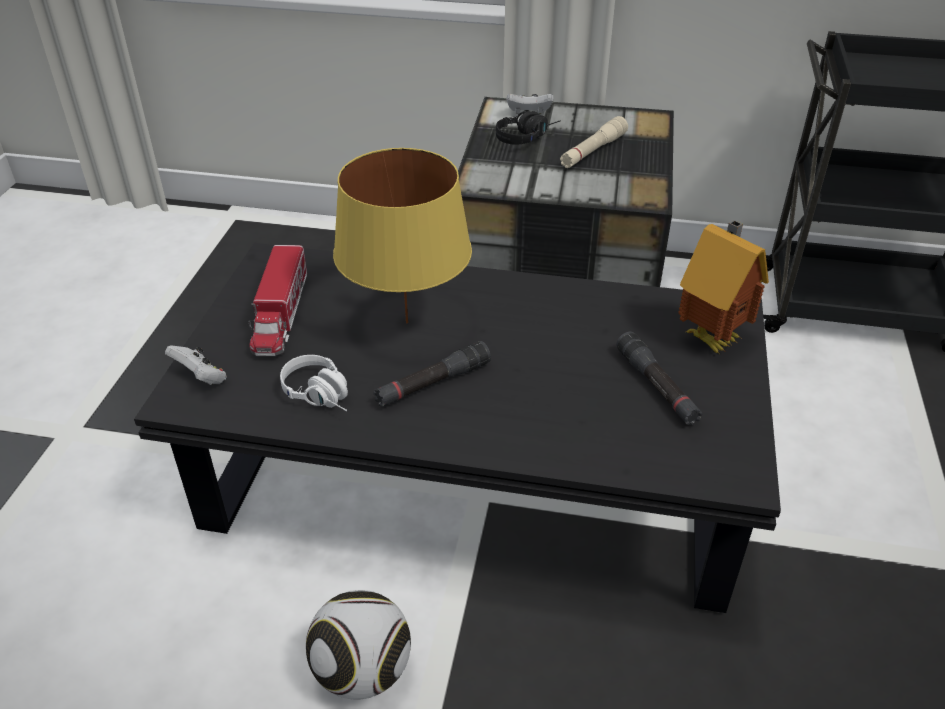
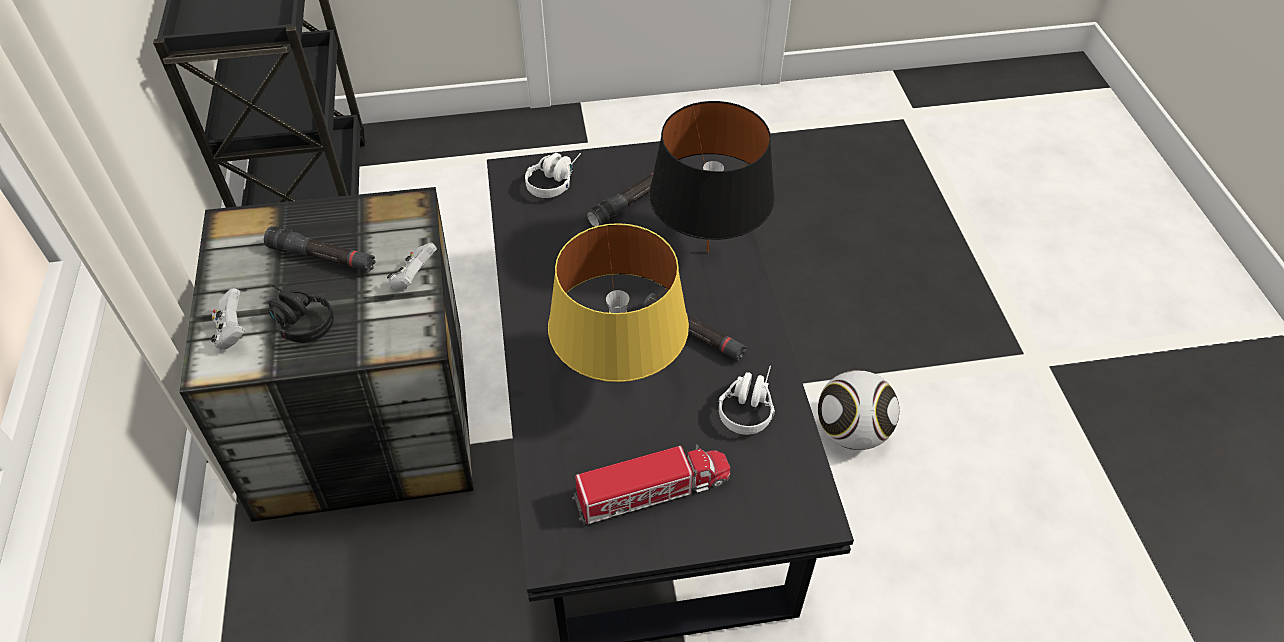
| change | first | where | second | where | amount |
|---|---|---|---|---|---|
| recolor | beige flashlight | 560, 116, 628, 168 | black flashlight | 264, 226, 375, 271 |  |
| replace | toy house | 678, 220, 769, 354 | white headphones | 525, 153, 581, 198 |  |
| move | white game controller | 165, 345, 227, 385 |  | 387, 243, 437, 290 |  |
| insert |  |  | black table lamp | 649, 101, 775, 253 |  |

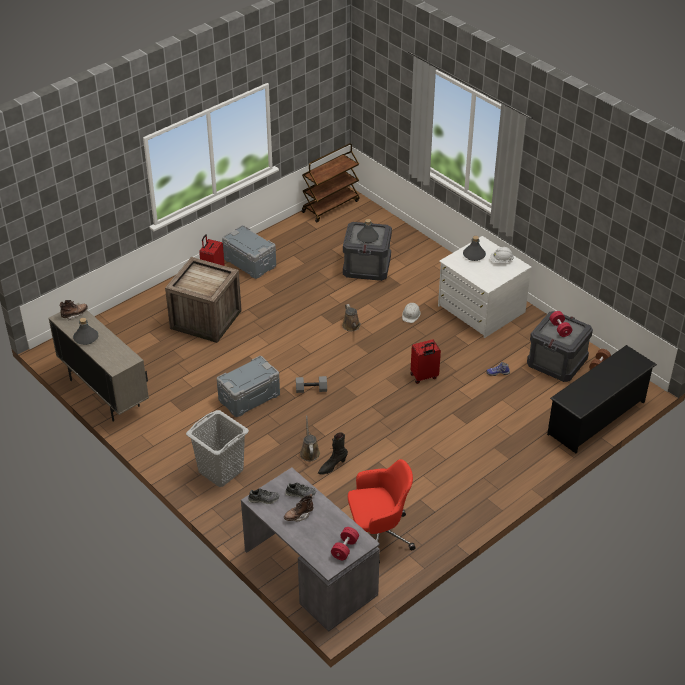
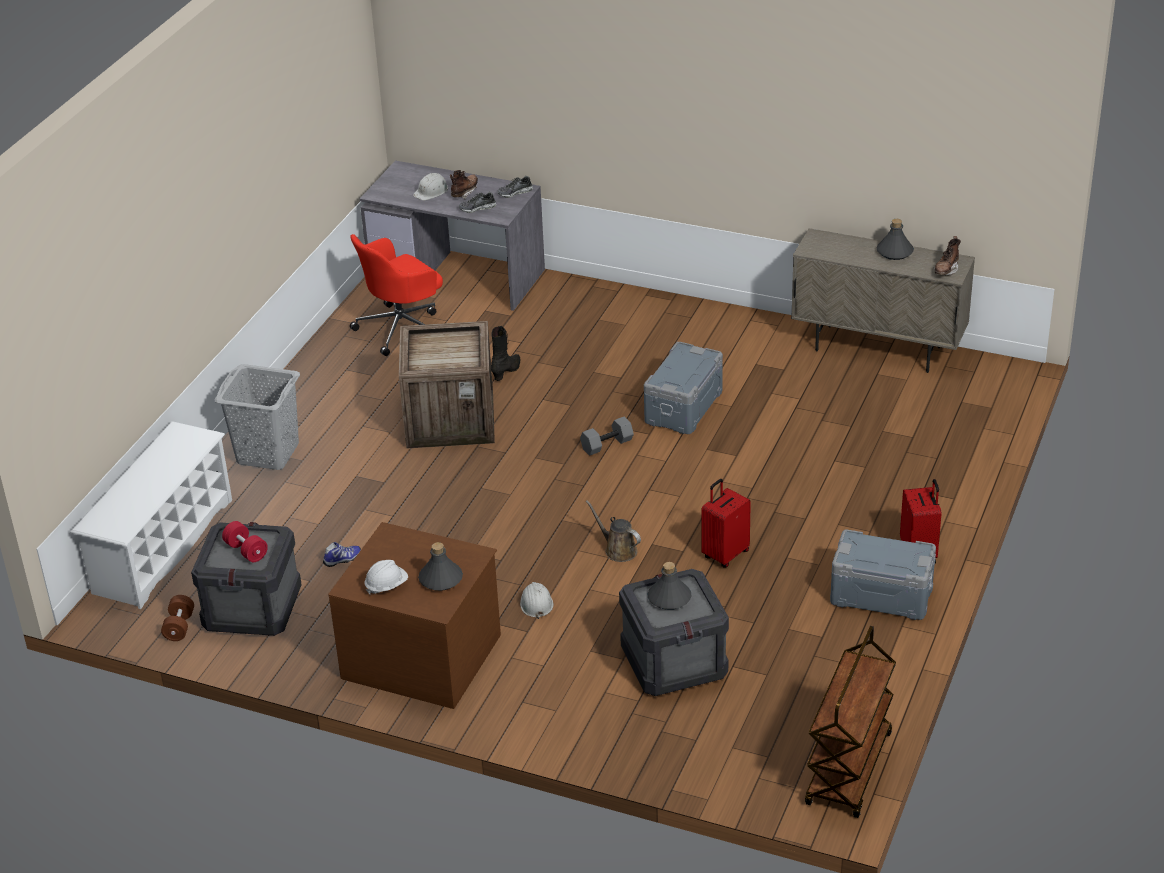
| change | first | where | second | where | amount |
|---|---|---|---|---|---|
| recolor | white dresser | 438, 236, 531, 338 | brown dresser | 328, 522, 501, 709 |  |
| move | crate | 165, 257, 242, 343 |  | 399, 321, 495, 449 |  |
| move | red suitcase | 410, 339, 441, 384 |  | 702, 479, 751, 568 |  |
| recolor | black shoe rack | 547, 345, 657, 453 | white shoe rack | 70, 421, 232, 609 |  |
| move | grey laundry basket | 186, 410, 249, 487 |  | 215, 364, 300, 470 |  |
| delete | brown watering can | 300, 415, 320, 461 |  |  |  |
| delete | red dumbbell | 331, 527, 359, 560 |  |  |  |
| insert |  |  | white hard hat | 413, 173, 448, 200 |  |

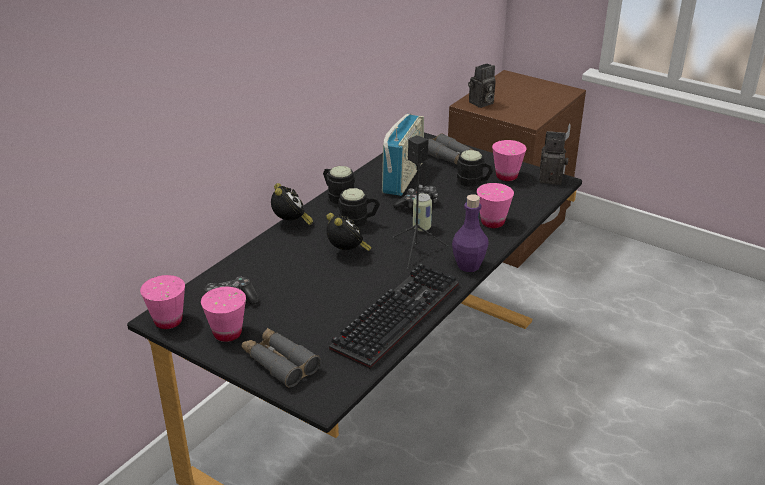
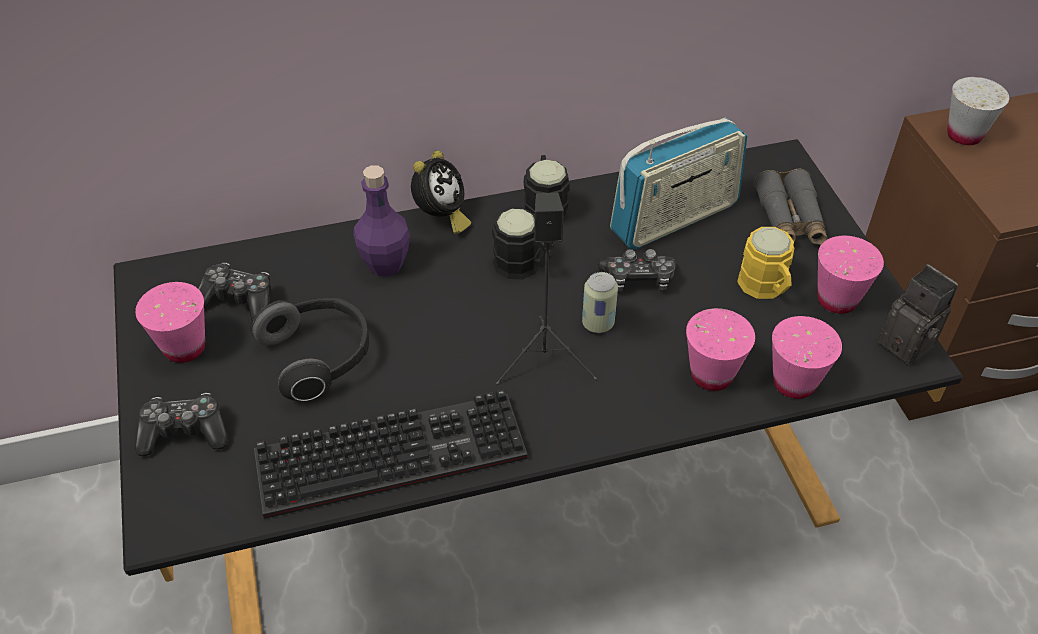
| change | first | where | second | where | amount |
|---|---|---|---|---|---|
| replace | photo camera | 468, 64, 496, 108 | white cup | 947, 77, 1009, 145 |  |
| recolor | black mug | 456, 150, 494, 190 | yellow mug | 737, 227, 795, 299 |  |
| move | purple bottle | 452, 194, 489, 272 |  | 353, 165, 410, 276 |  |
| delete | alarm clock | 326, 213, 372, 251 |  |  |  |
| move | pink cup | 140, 275, 185, 329 |  | 772, 316, 842, 399 |  |
| replace | grey binoculars | 241, 328, 321, 388 | game controller | 135, 393, 228, 456 |  |
| insert |  |  | headphones | 251, 298, 369, 401 |  |

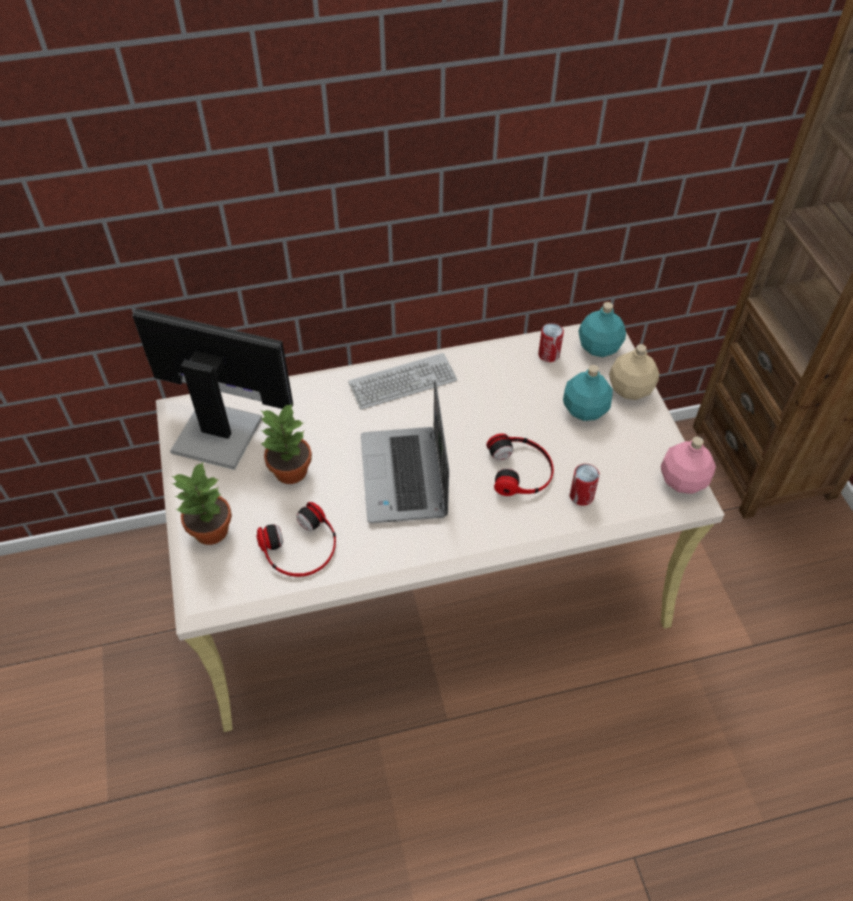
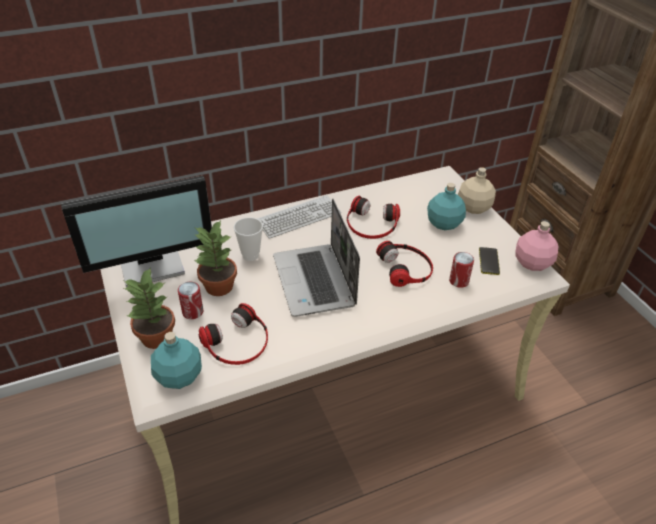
| change | first | where | second | where | amount |
|---|---|---|---|---|---|
| move | turquoise bottle | 578, 302, 626, 357 |  | 151, 332, 202, 389 |  |
| rotate | monitor | 132, 308, 293, 470 |  | 61, 176, 212, 288 | 150 degrees clockwise |
| move | can | 538, 323, 564, 362 |  | 178, 282, 204, 319 |  |
| insert |  |  | headphones | 347, 196, 400, 239 |  |
| insert |  |  | cup | 234, 217, 263, 261 |  |
| insert |  |  | phone | 479, 247, 500, 275 |  |

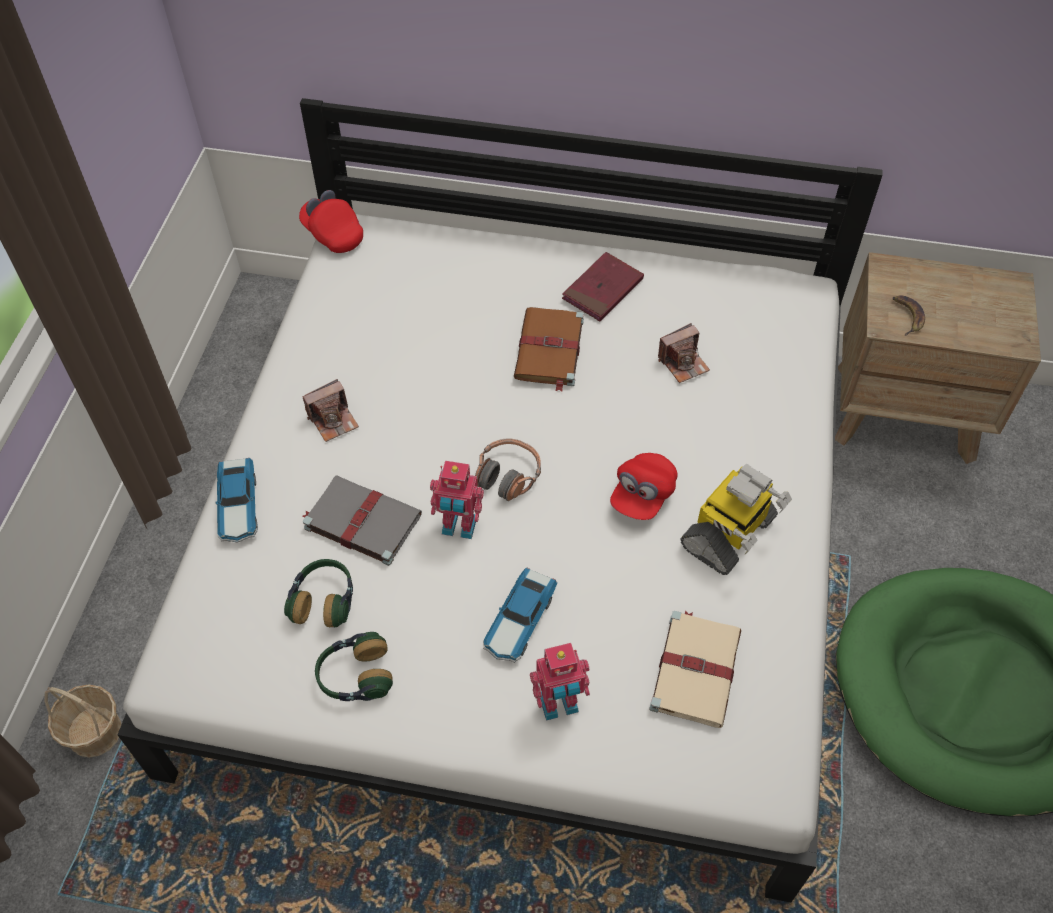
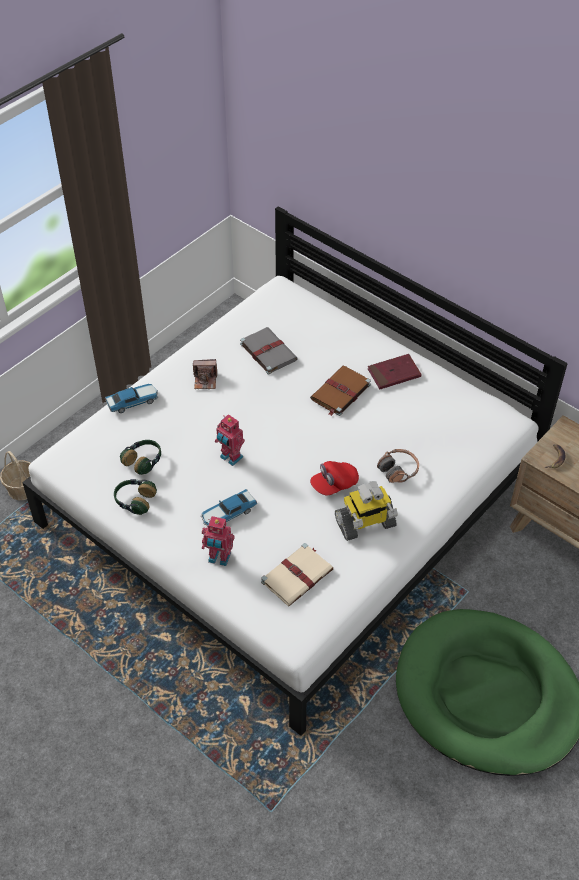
| change | first | where | second | where | amount |
|---|---|---|---|---|---|
| delete | red cap | 299, 190, 363, 253 |  |  |  |
| delete | photo camera | 658, 323, 710, 383 |  |  |  |
| move | headphones | 475, 438, 541, 501 |  | 377, 449, 419, 483 |  |
| rotate | toy car | 215, 458, 258, 543 |  | 105, 384, 158, 413 | 135 degrees counterclockwise |
| move | grey book | 303, 475, 422, 566 |  | 240, 327, 298, 375 |  |

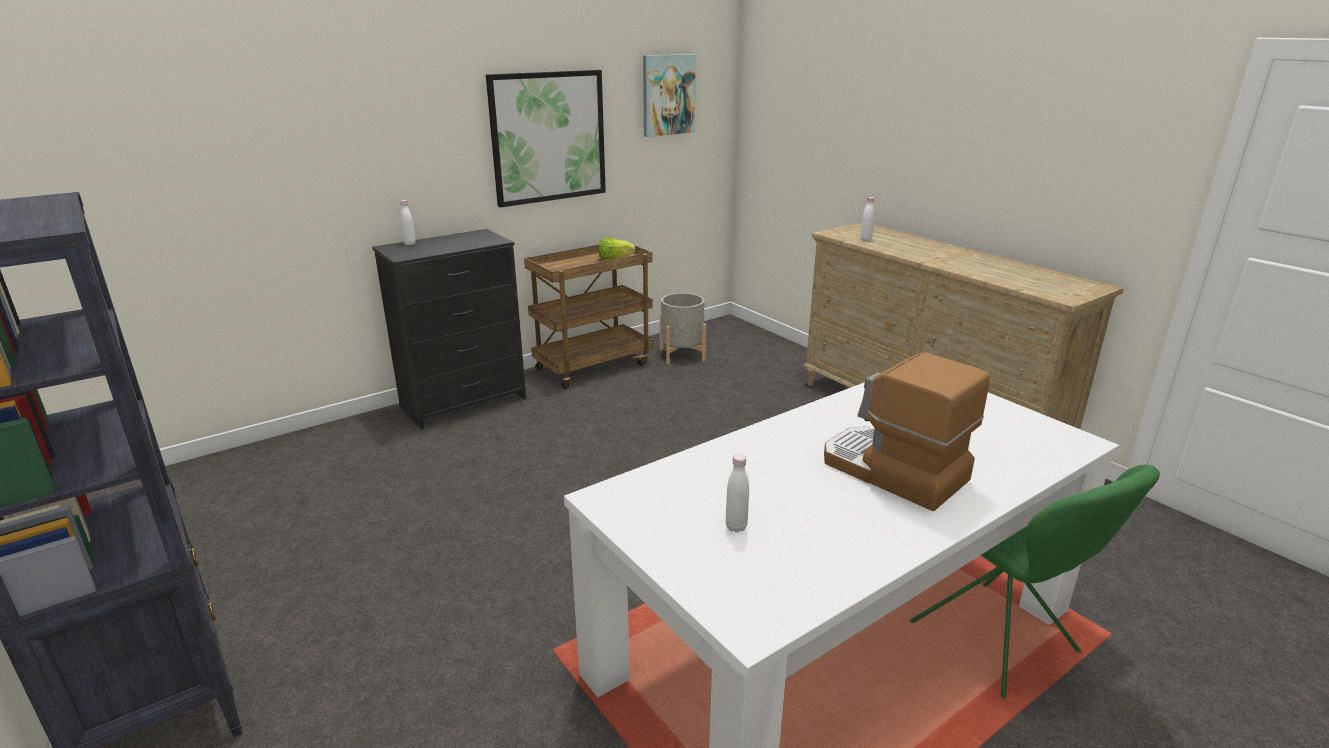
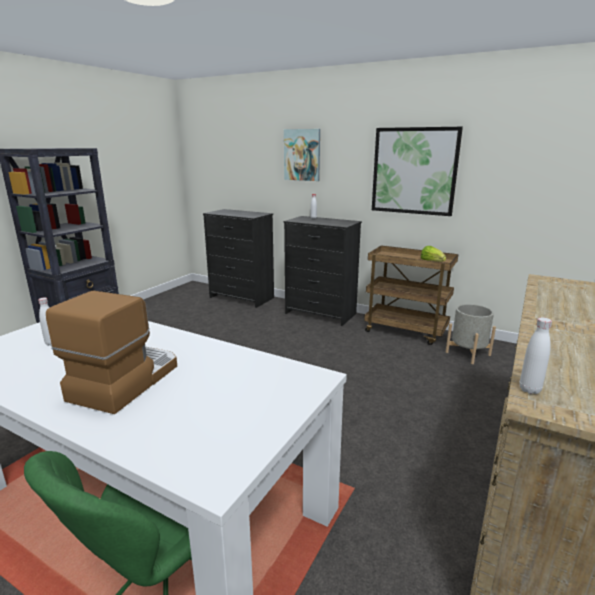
| change | first | where | second | where | amount |
|---|---|---|---|---|---|
| move | picture | 643, 54, 696, 137 |  | 284, 129, 320, 181 |  |
| move | white bottle | 860, 197, 874, 241 |  | 520, 317, 552, 394 |  |
| insert |  |  | black dresser | 203, 209, 274, 308 |  |

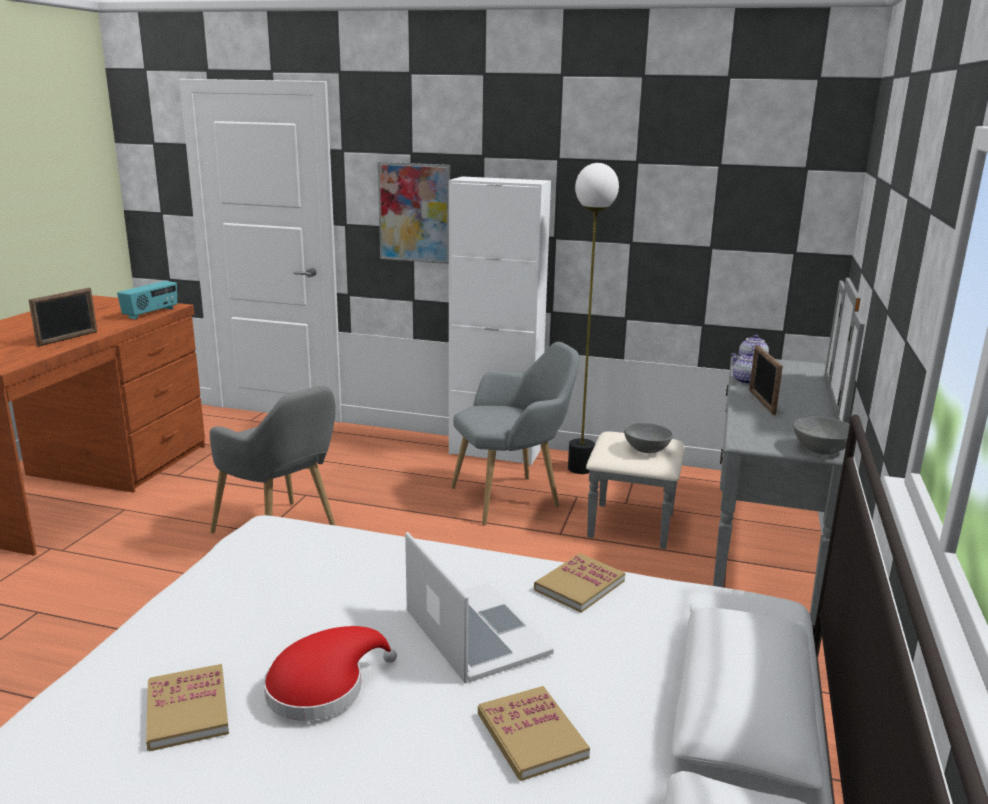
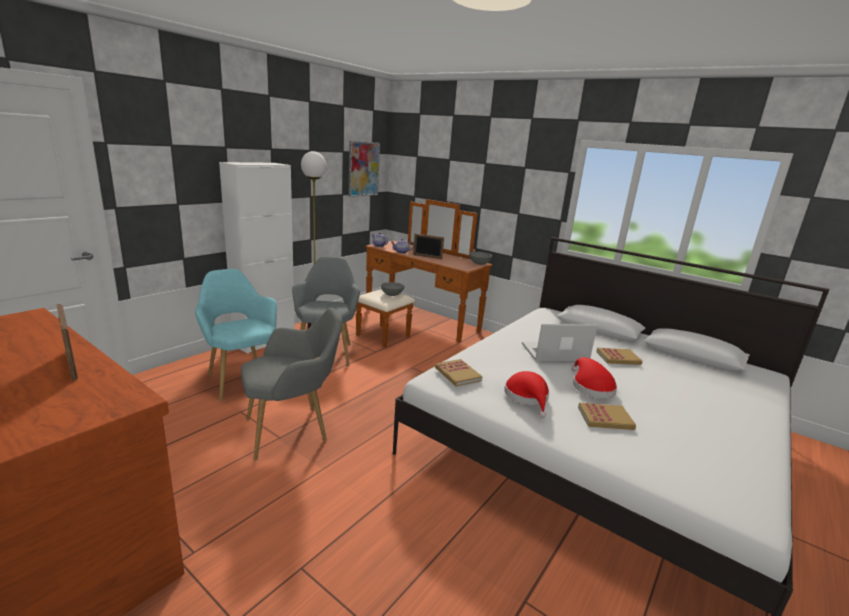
| change | first | where | second | where | amount |
|---|---|---|---|---|---|
| move | picture | 377, 162, 451, 264 |  | 348, 141, 380, 197 |  |
| recolor | grey dresser | 586, 278, 865, 625 | brown dresser | 356, 199, 492, 347 |  |
| delete | radio | 117, 281, 177, 320 |  |  |  |
| move | book | 534, 553, 625, 613 |  | 435, 359, 483, 386 |  |
| insert |  |  | turquoise armchair | 195, 269, 277, 402 |  |
| insert |  |  | red hat | 504, 371, 550, 418 |  |

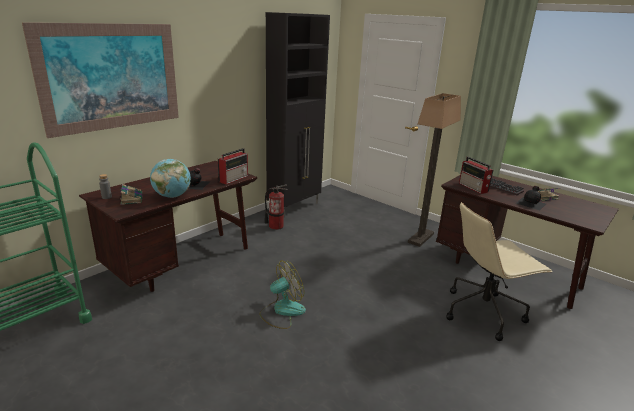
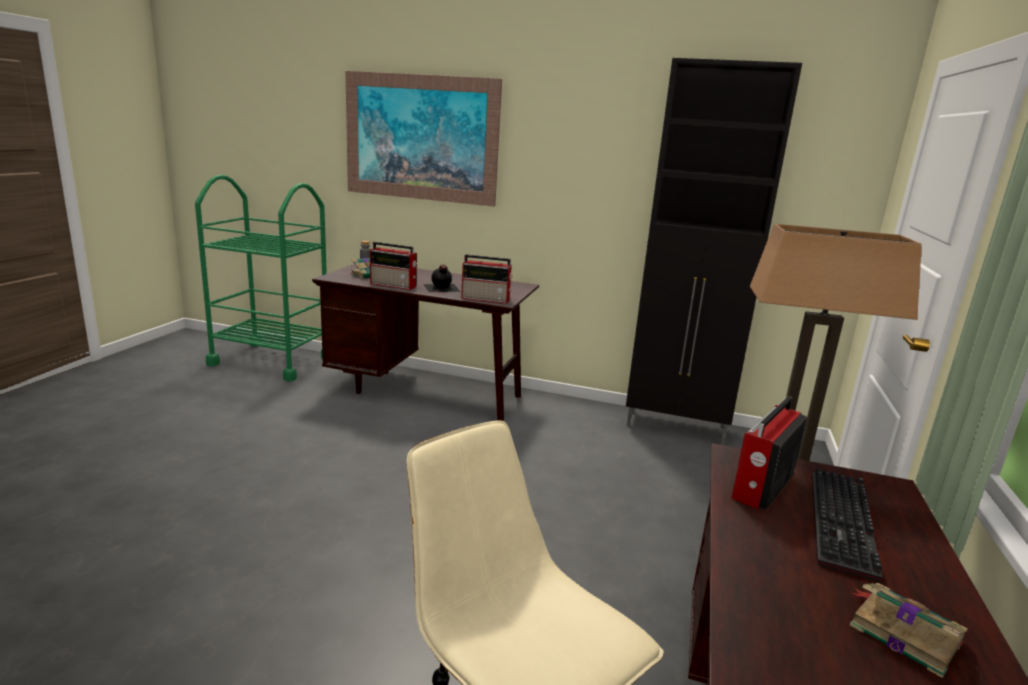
| change | first | where | second | where | amount |
|---|---|---|---|---|---|
| replace | globe | 150, 159, 191, 198 | radio | 370, 242, 417, 290 |  |
| delete | fire extinguisher | 265, 184, 287, 230 |  |  |  |
| delete | black bottle | 516, 186, 546, 210 |  |  |  |
| delete | fan | 259, 261, 306, 329 |  |  |  |

